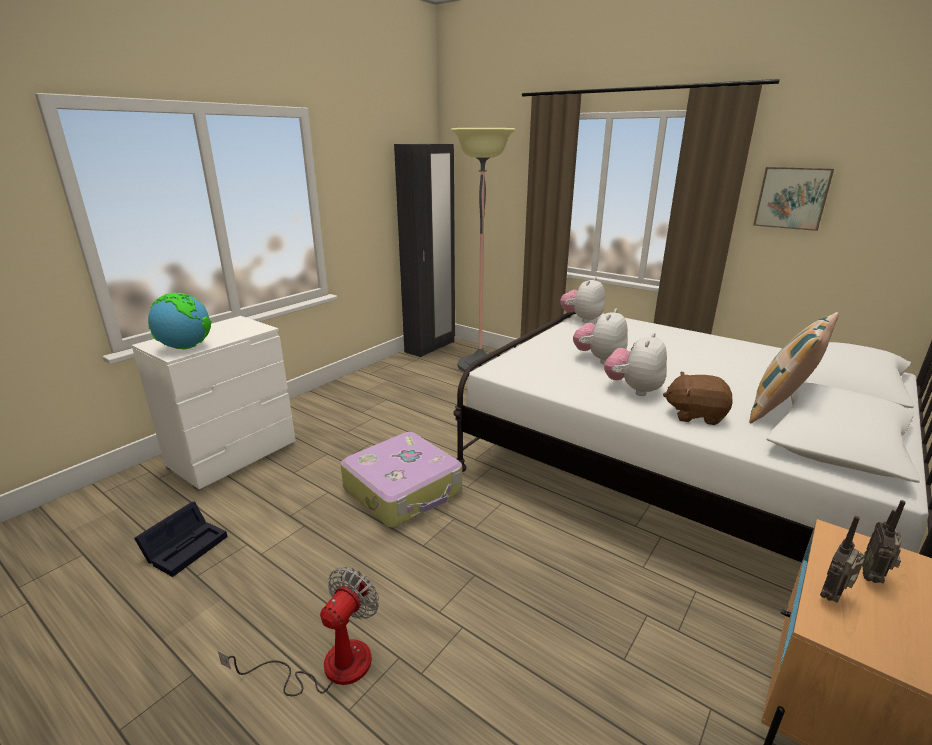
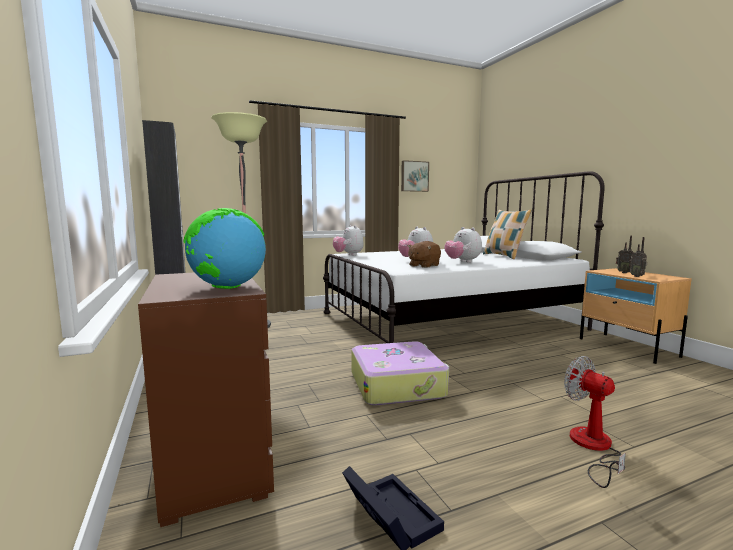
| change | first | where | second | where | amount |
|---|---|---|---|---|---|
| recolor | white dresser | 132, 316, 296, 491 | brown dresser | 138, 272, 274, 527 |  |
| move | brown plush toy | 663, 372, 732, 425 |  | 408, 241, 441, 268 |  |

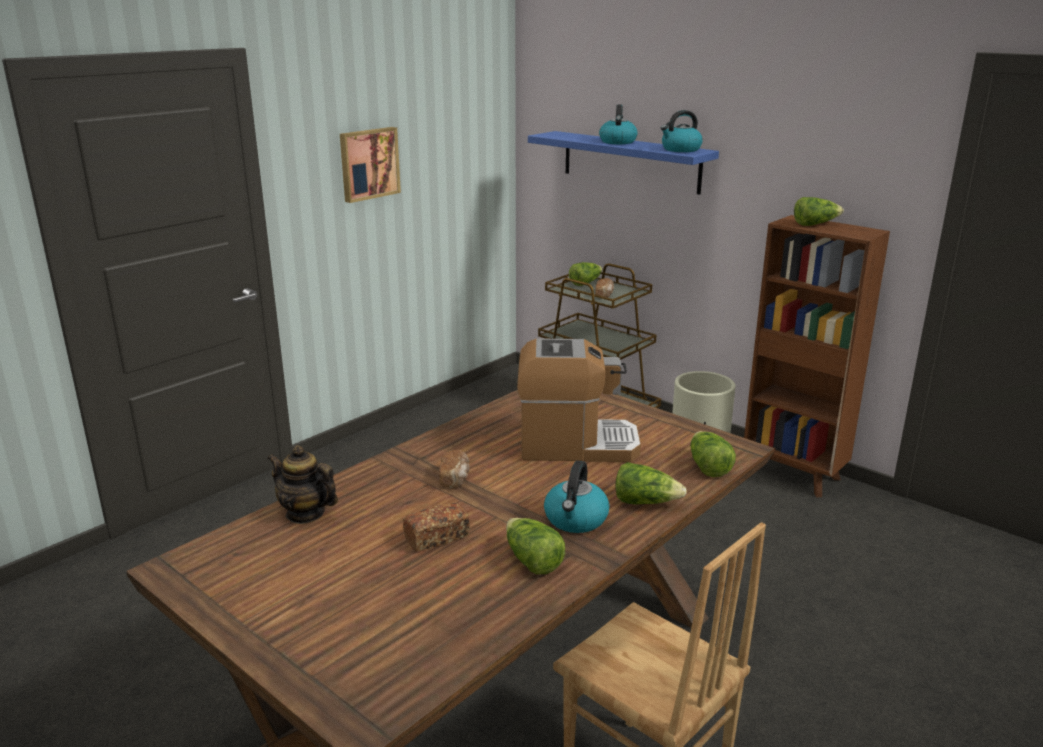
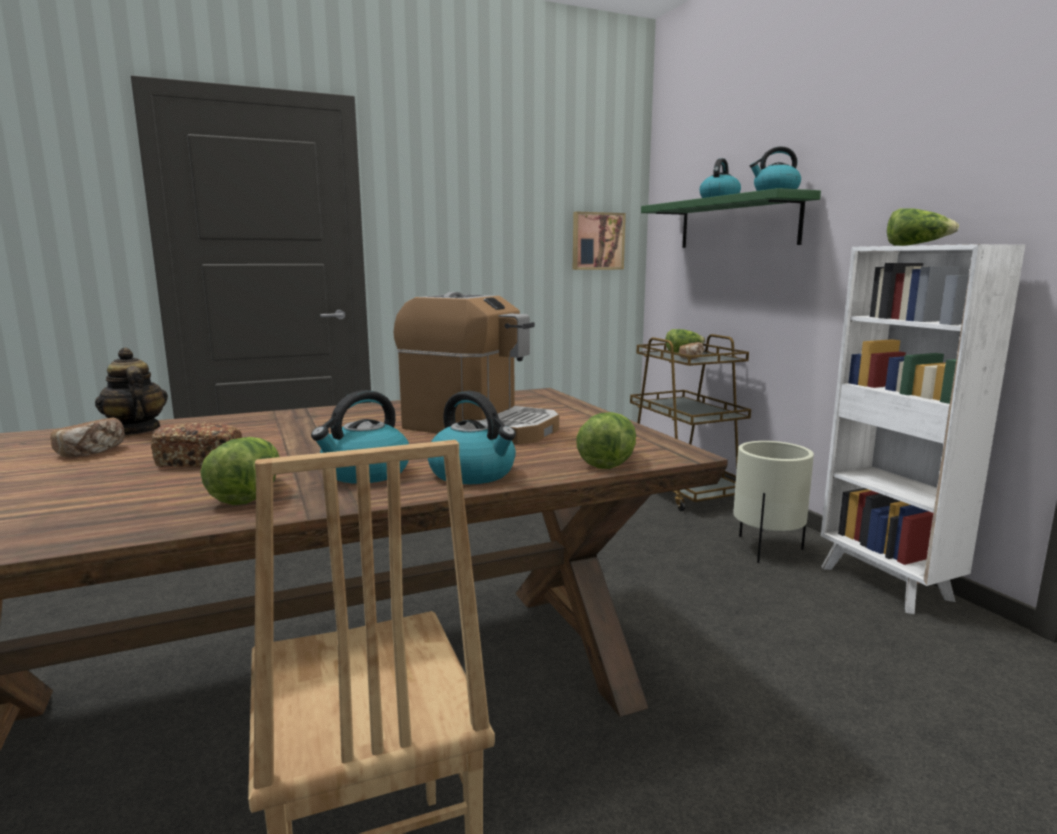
| change | first | where | second | where | amount |
|---|---|---|---|---|---|
| move | picture | 340, 127, 401, 203 |  | 573, 212, 626, 270 |  |
| recolor | blue shelf | 528, 131, 719, 195 | green shelf | 641, 188, 821, 248 |  |
| recolor | brown bookcase | 744, 215, 890, 497 | white bookcase | 821, 244, 1025, 614 |  |
| move | bread | 439, 450, 470, 488 |  | 51, 418, 125, 458 |  |
| replace | lettuce | 615, 462, 687, 504 | kettle | 428, 391, 516, 484 |  |

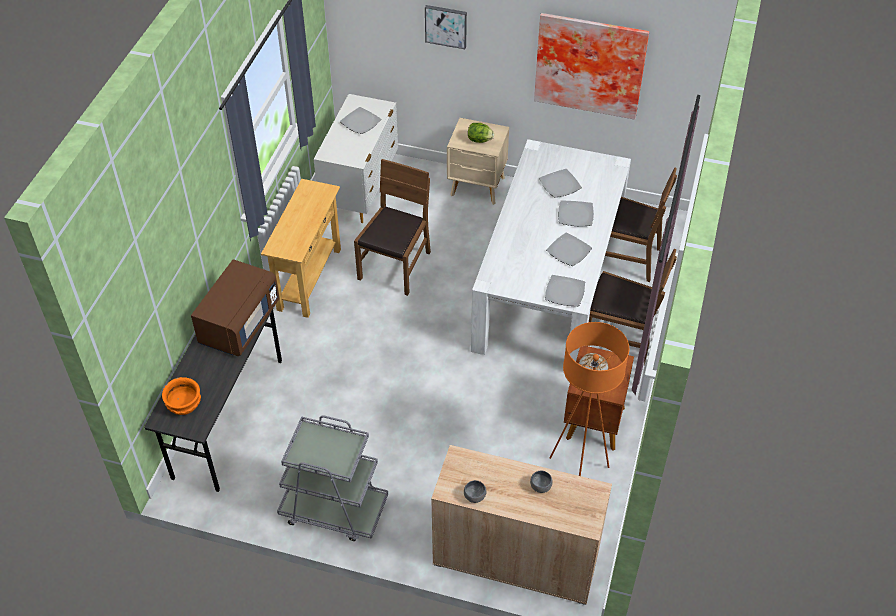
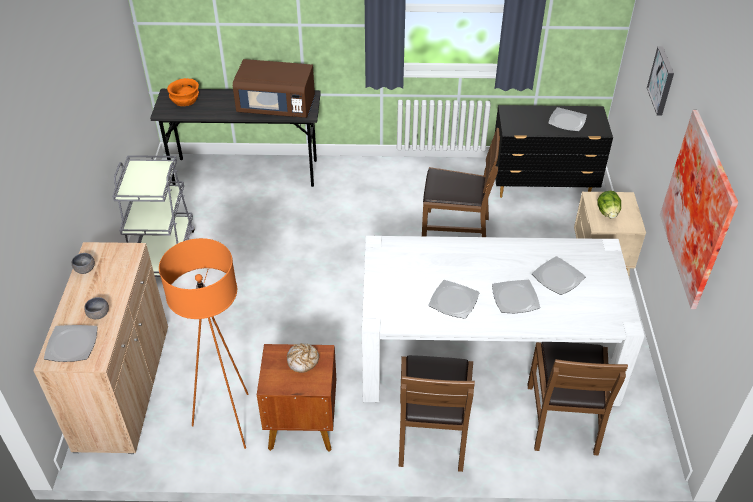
| change | first | where | second | where | amount |
|---|---|---|---|---|---|
| recolor | white dresser | 314, 94, 398, 223 | black dresser | 495, 105, 613, 198 |  |
| delete | beige console table | 261, 179, 341, 318 |  |  |  |
| move | plate | 545, 275, 585, 306 |  | 44, 325, 98, 362 |  |

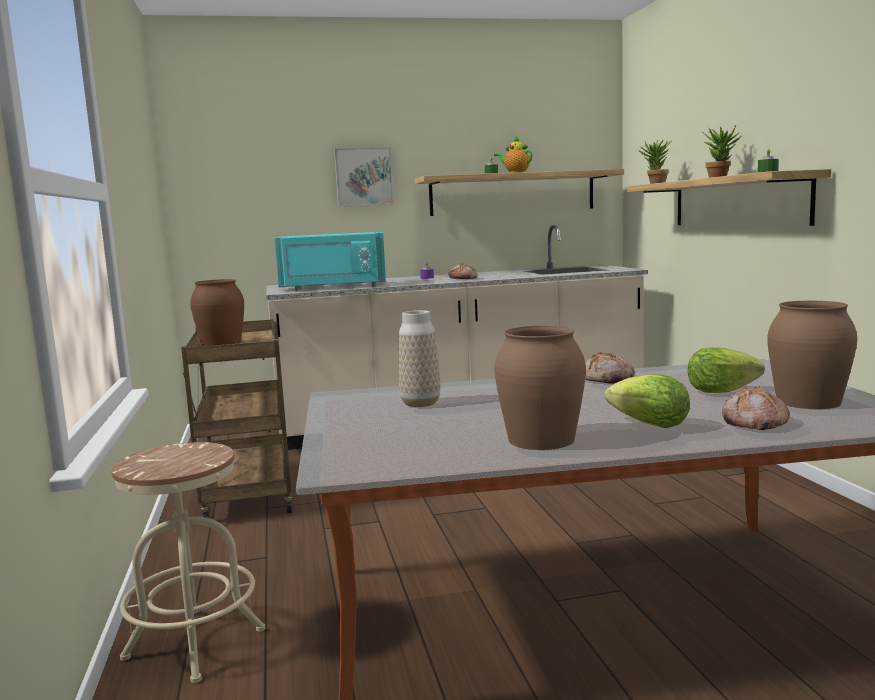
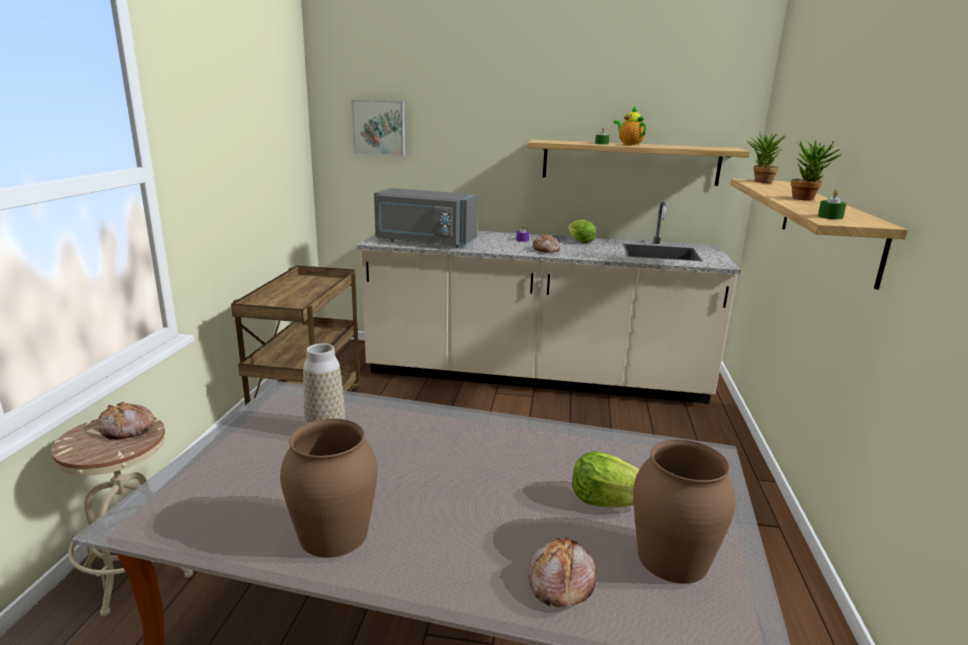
| change | first | where | second | where | amount |
|---|---|---|---|---|---|
| move | picture | 334, 147, 394, 206 |  | 352, 100, 405, 156 |  |
| recolor | turquoise microwave | 275, 232, 386, 290 | grey microwave | 374, 188, 478, 248 |  |
| delete | brown vase | 190, 279, 244, 346 |  |  |  |
| move | bread | 585, 352, 635, 384 |  | 98, 402, 154, 440 |  |
| move | lettuce | 605, 374, 690, 428 |  | 568, 220, 596, 244 |  |

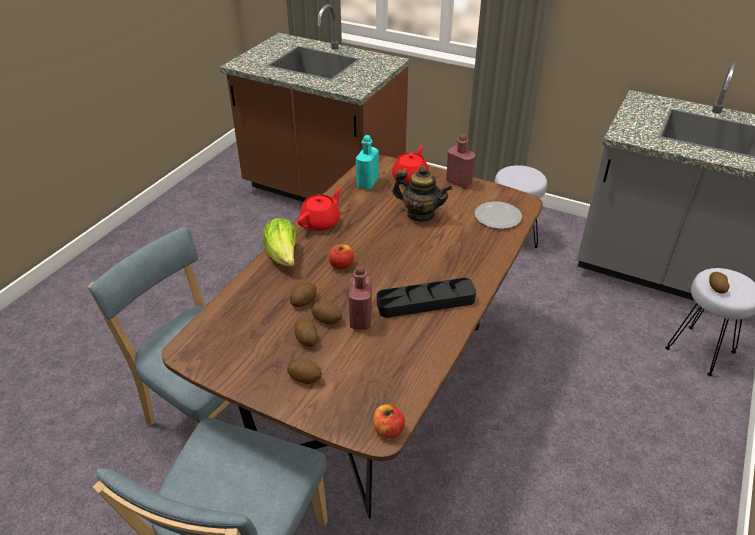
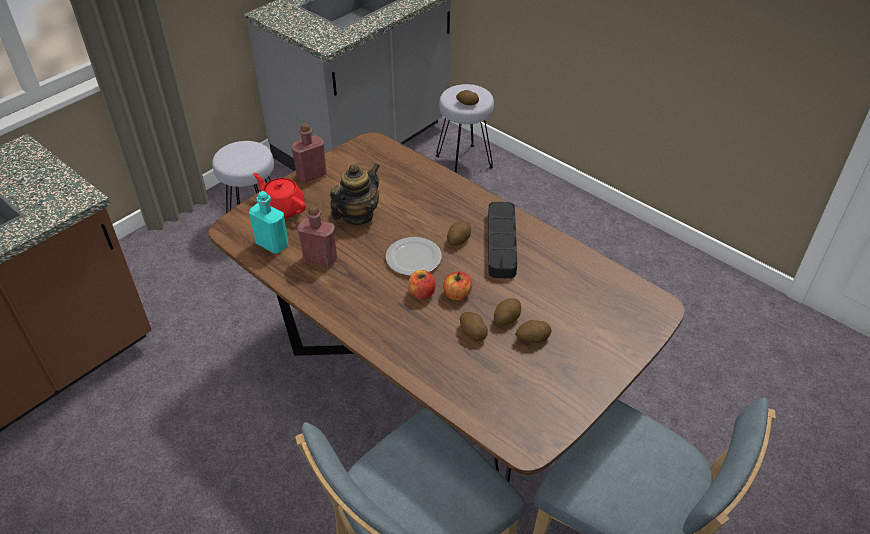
| change | first | where | second | where | amount |
|---|---|---|---|---|---|
| delete | red teapot | 298, 187, 341, 231 |  |  |  |
| move | plate | 475, 201, 522, 229 |  | 386, 237, 442, 276 |  |
| delete | lettuce | 263, 218, 297, 266 |  |  |  |
| move | red bottle | 349, 265, 372, 330 |  | 298, 205, 337, 267 |  |
| move | potato | 287, 359, 322, 384 |  | 447, 221, 471, 246 |  |
| move | apple | 373, 404, 405, 438 |  | 443, 271, 472, 300 |  |

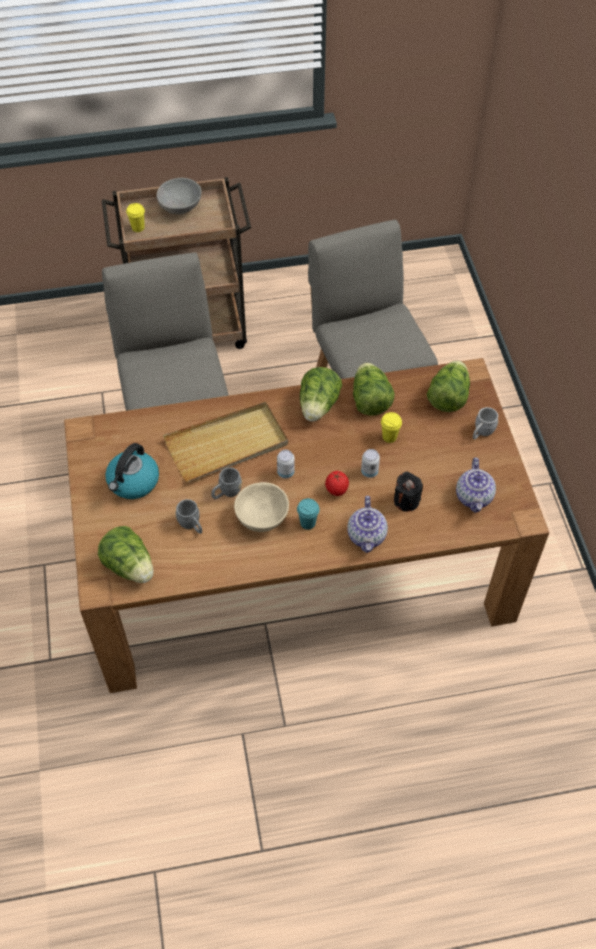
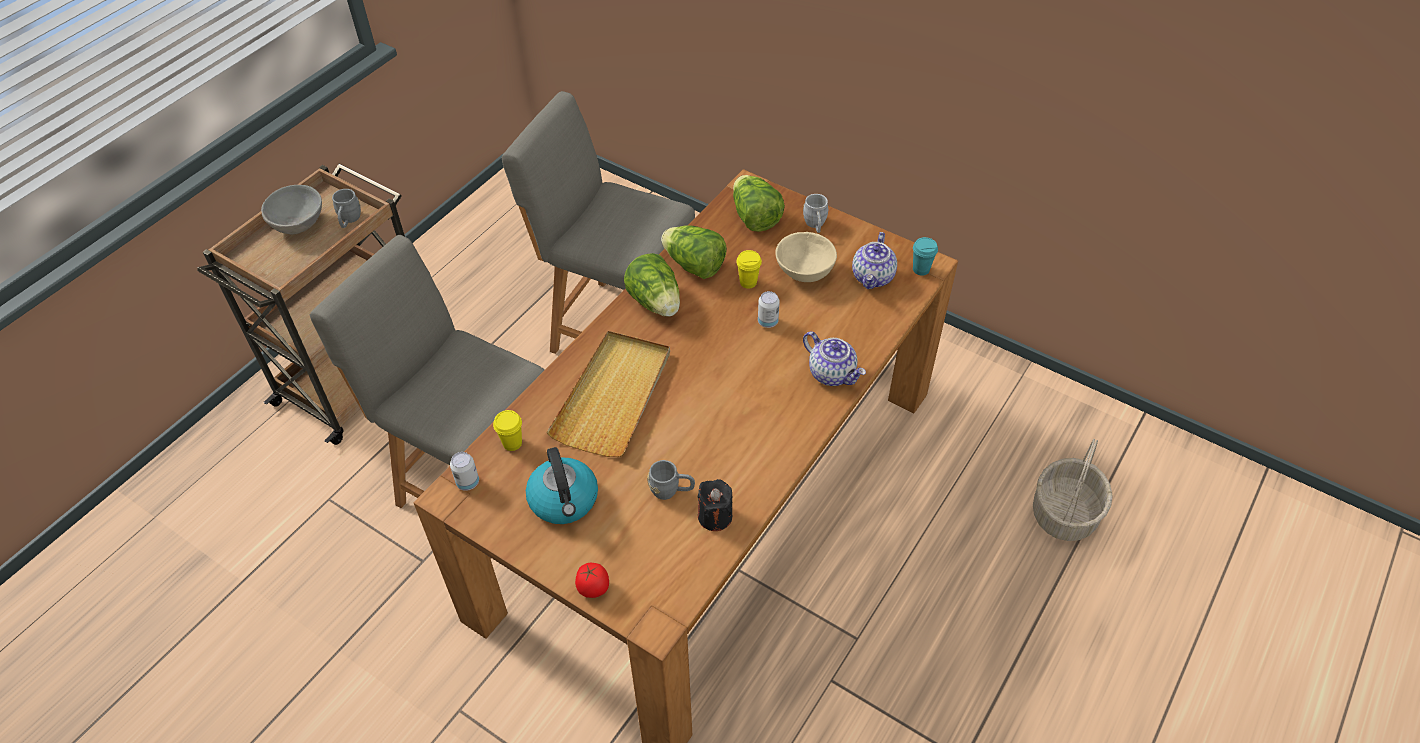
| change | first | where | second | where | amount |
|---|---|---|---|---|---|
| move | yellow cup | 126, 203, 145, 232 |  | 493, 410, 522, 451 |  |
| move | can | 277, 450, 295, 479 |  | 450, 452, 479, 491 |  |
| rotate | teapot | 456, 458, 496, 513 |  | 852, 232, 897, 289 | 60 degrees clockwise |
| move | grey mug | 211, 467, 242, 499 |  | 332, 189, 361, 228 |  |
| move | tomato | 325, 471, 349, 496 |  | 575, 563, 609, 598 |  |
| move | black candle | 394, 472, 423, 512 |  | 698, 479, 732, 531 |  |
| move | beige bowl | 234, 482, 289, 532 |  | 775, 232, 837, 282 |  |
| move | turquoise cup | 297, 498, 320, 530 |  | 913, 237, 938, 276 |  |
| delete | lettuce | 98, 526, 154, 583 |  |  |  |
| insert |  |  | basket | 1033, 439, 1113, 541 |  |

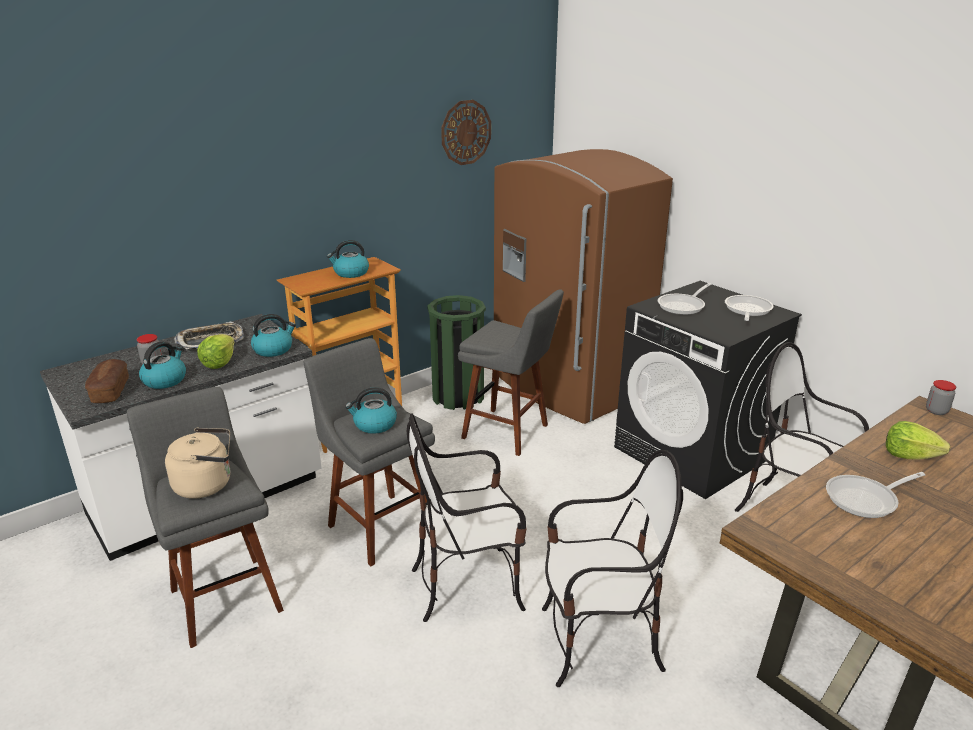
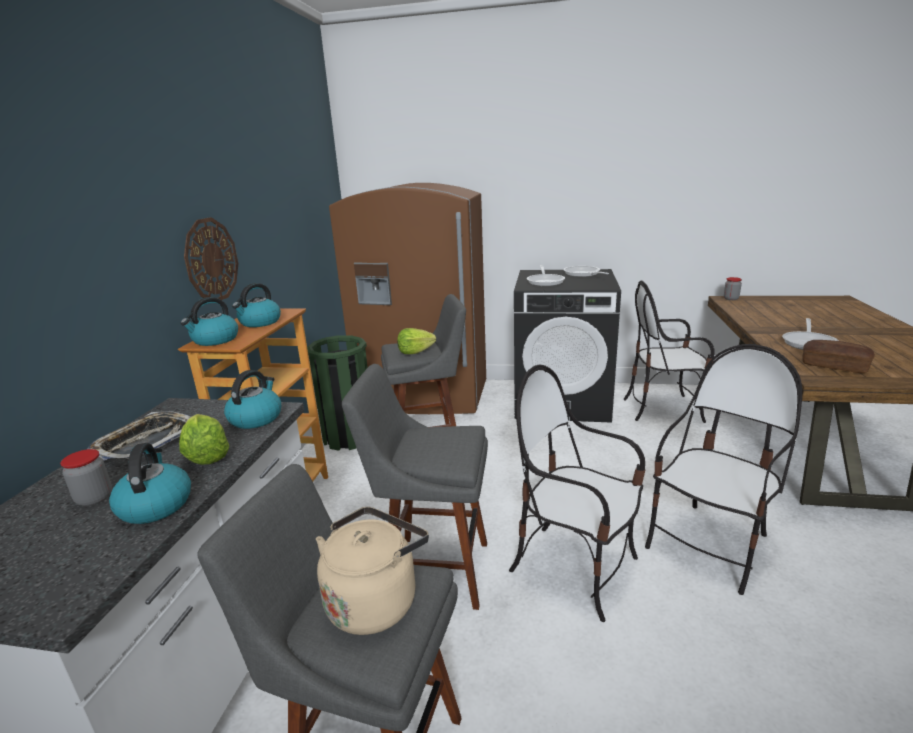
| change | first | where | second | where | amount |
|---|---|---|---|---|---|
| move | wall clock | 441, 100, 491, 165 |  | 184, 217, 238, 300 |  |
| move | bread | 85, 359, 129, 403 |  | 802, 340, 875, 373 |  |
| move | kettle | 345, 387, 397, 434 |  | 181, 297, 238, 346 |  |
| rotate | chair | 407, 413, 527, 622 |  | 509, 365, 645, 622 | 90 degrees clockwise |
| move | lettuce | 886, 421, 950, 460 |  | 397, 328, 436, 354 |  |

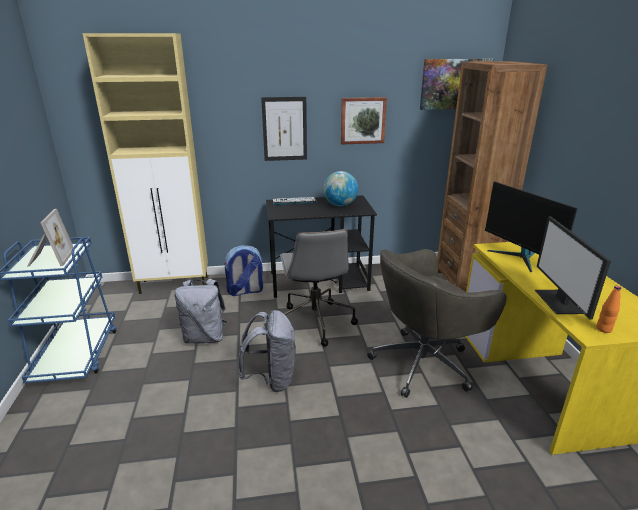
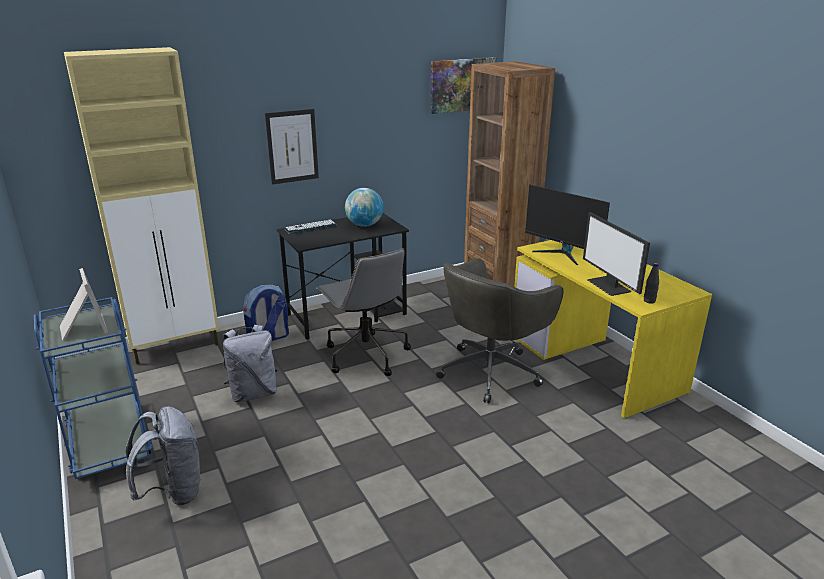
| change | first | where | second | where | amount |
|---|---|---|---|---|---|
| delete | picture | 341, 97, 387, 144 |  |  |  |
| recolor | orange bottle | 597, 286, 621, 333 | black bottle | 644, 263, 659, 304 |  |
| move | grey backpack | 238, 310, 296, 392 |  | 126, 406, 202, 506 |  |

